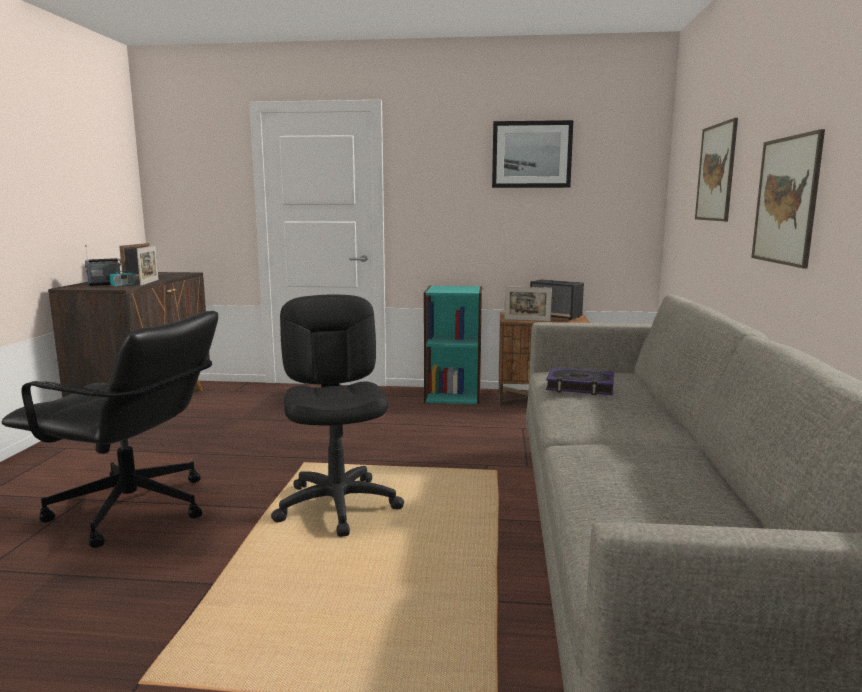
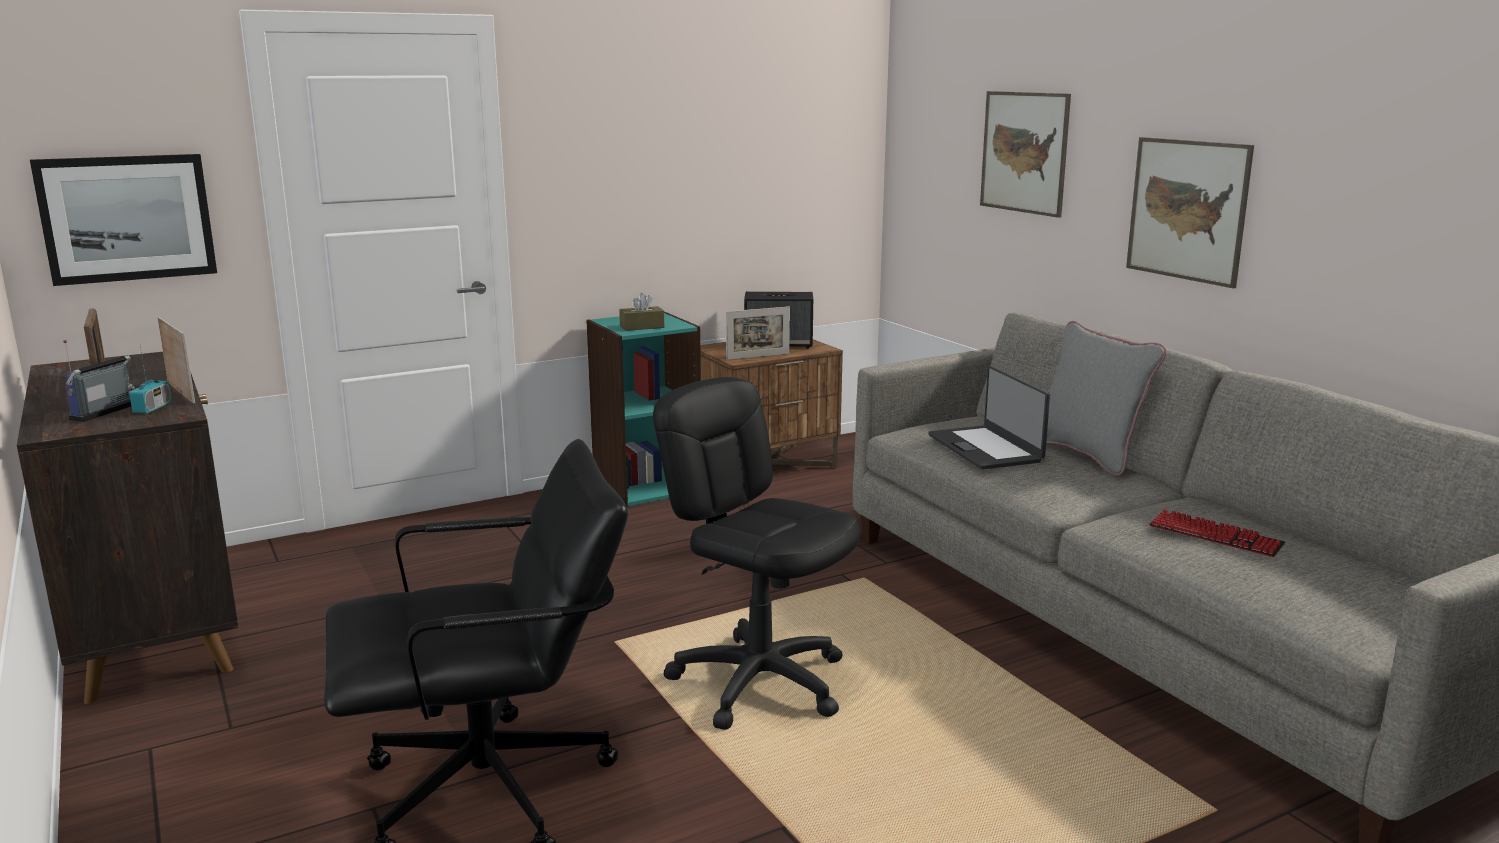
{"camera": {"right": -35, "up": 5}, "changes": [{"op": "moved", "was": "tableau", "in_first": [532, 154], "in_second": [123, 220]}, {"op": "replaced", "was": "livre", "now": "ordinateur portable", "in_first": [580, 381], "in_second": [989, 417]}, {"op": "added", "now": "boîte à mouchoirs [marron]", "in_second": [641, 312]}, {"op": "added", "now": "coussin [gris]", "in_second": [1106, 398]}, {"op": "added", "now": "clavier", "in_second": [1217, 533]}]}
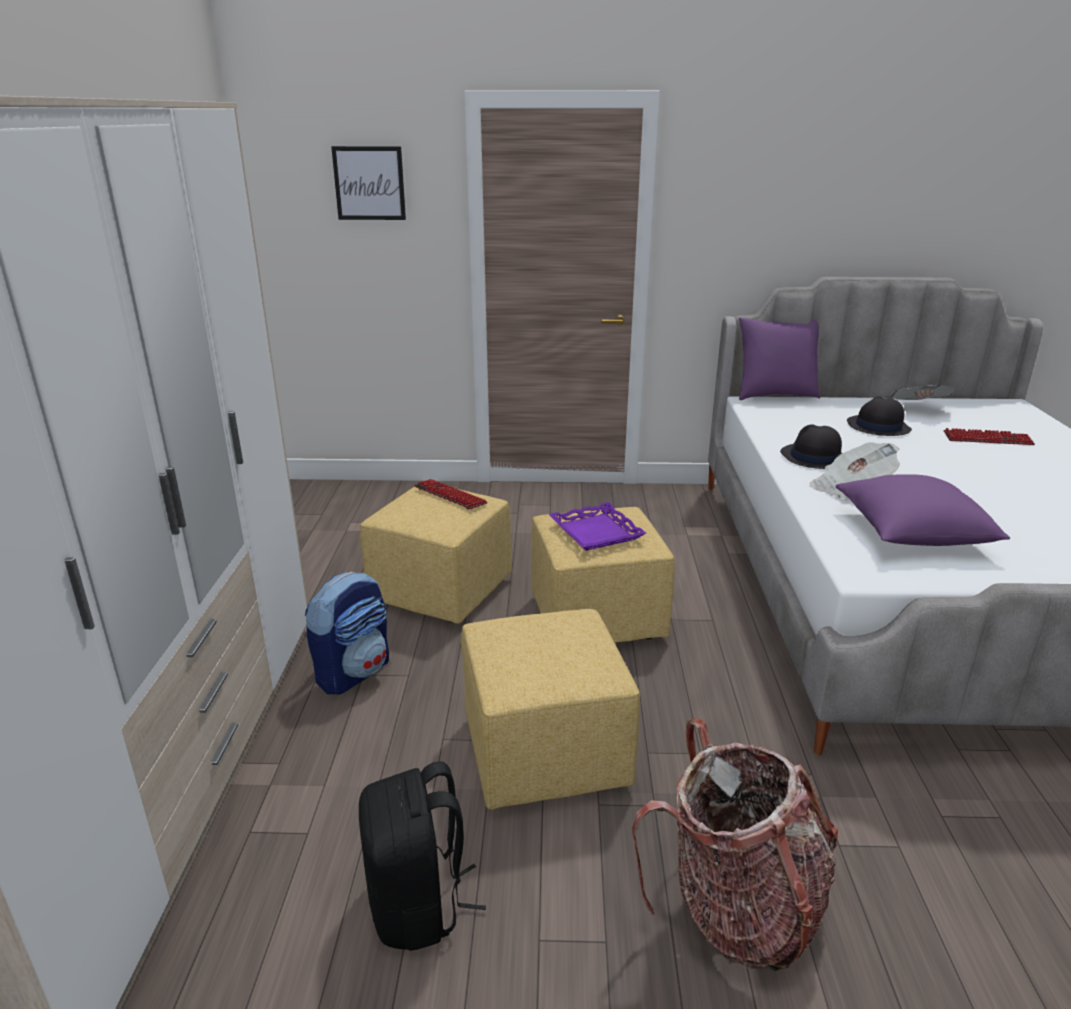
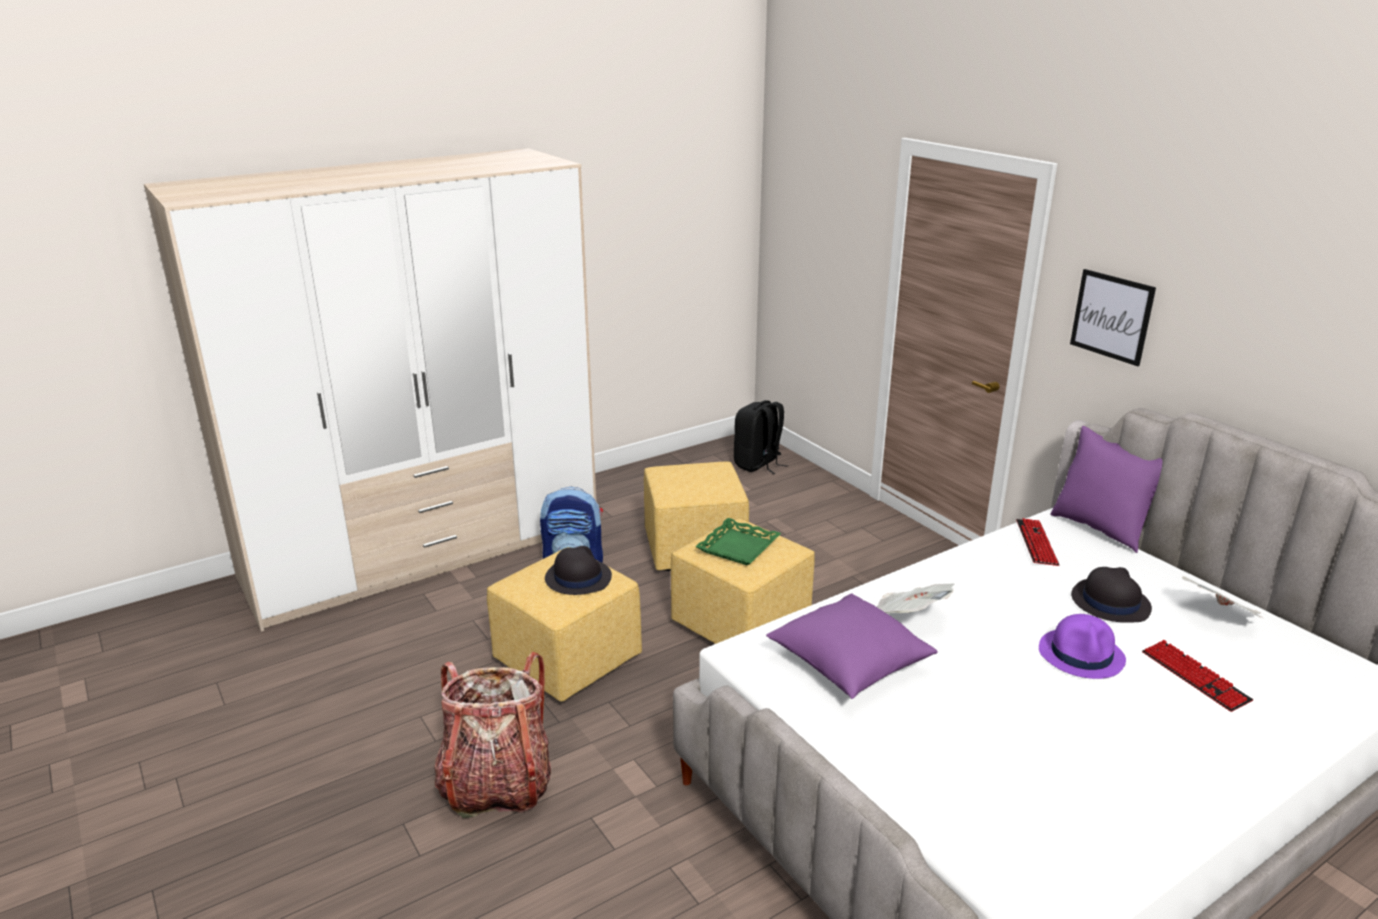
{"camera": {"right": 55, "up": 0}, "changes": [{"op": "moved", "was": "tableau", "in_first": [368, 183], "in_second": [1113, 317]}, {"op": "moved", "was": "sac à dos [noir]", "in_first": [422, 856], "in_second": [761, 437]}, {"op": "moved", "was": "clavier", "in_first": [451, 494], "in_second": [1037, 542]}, {"op": "recoloured", "was": "plateau [violet]", "now": "plateau [vert]", "in_first": [597, 526], "in_second": [738, 542]}, {"op": "moved", "was": "chapeau [noir]", "in_first": [811, 446], "in_second": [578, 570]}, {"op": "added", "now": "chapeau [violet]", "in_second": [1082, 646]}]}
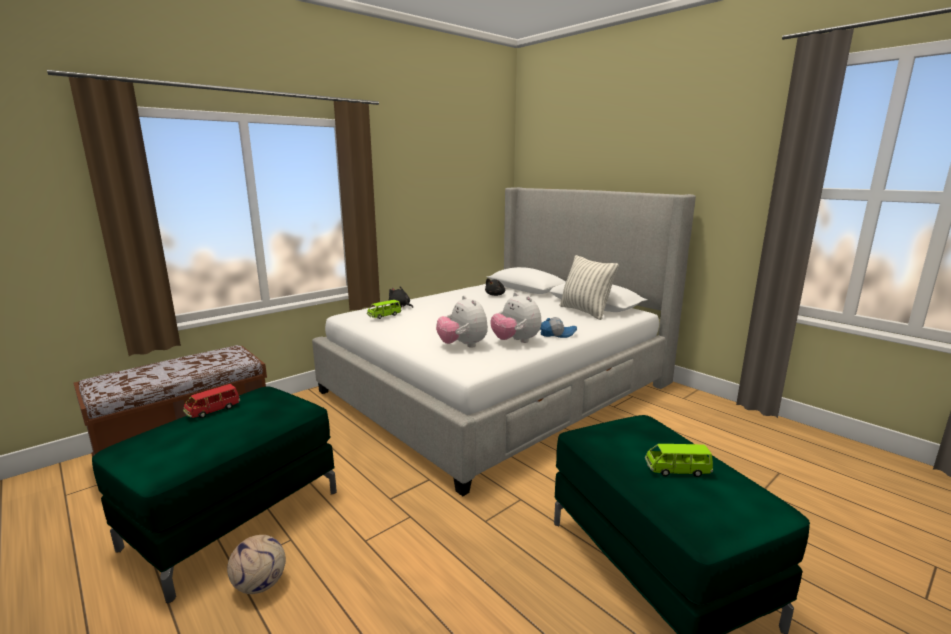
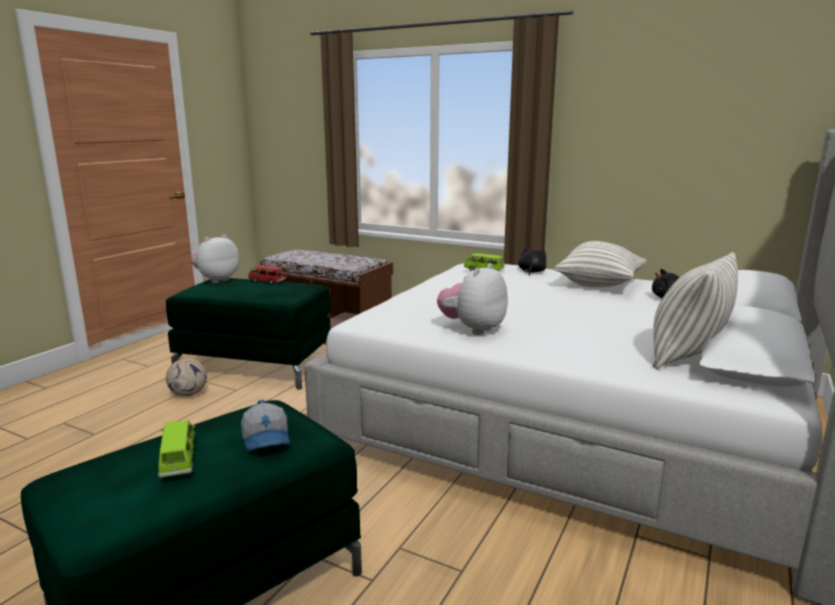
{"camera": {"right": 70, "up": 0}, "changes": [{"op": "moved", "was": "peluche", "in_first": [462, 321], "in_second": [215, 258]}, {"op": "moved", "was": "casquette", "in_first": [558, 327], "in_second": [265, 426]}, {"op": "added", "now": "coussin", "in_second": [600, 264]}]}
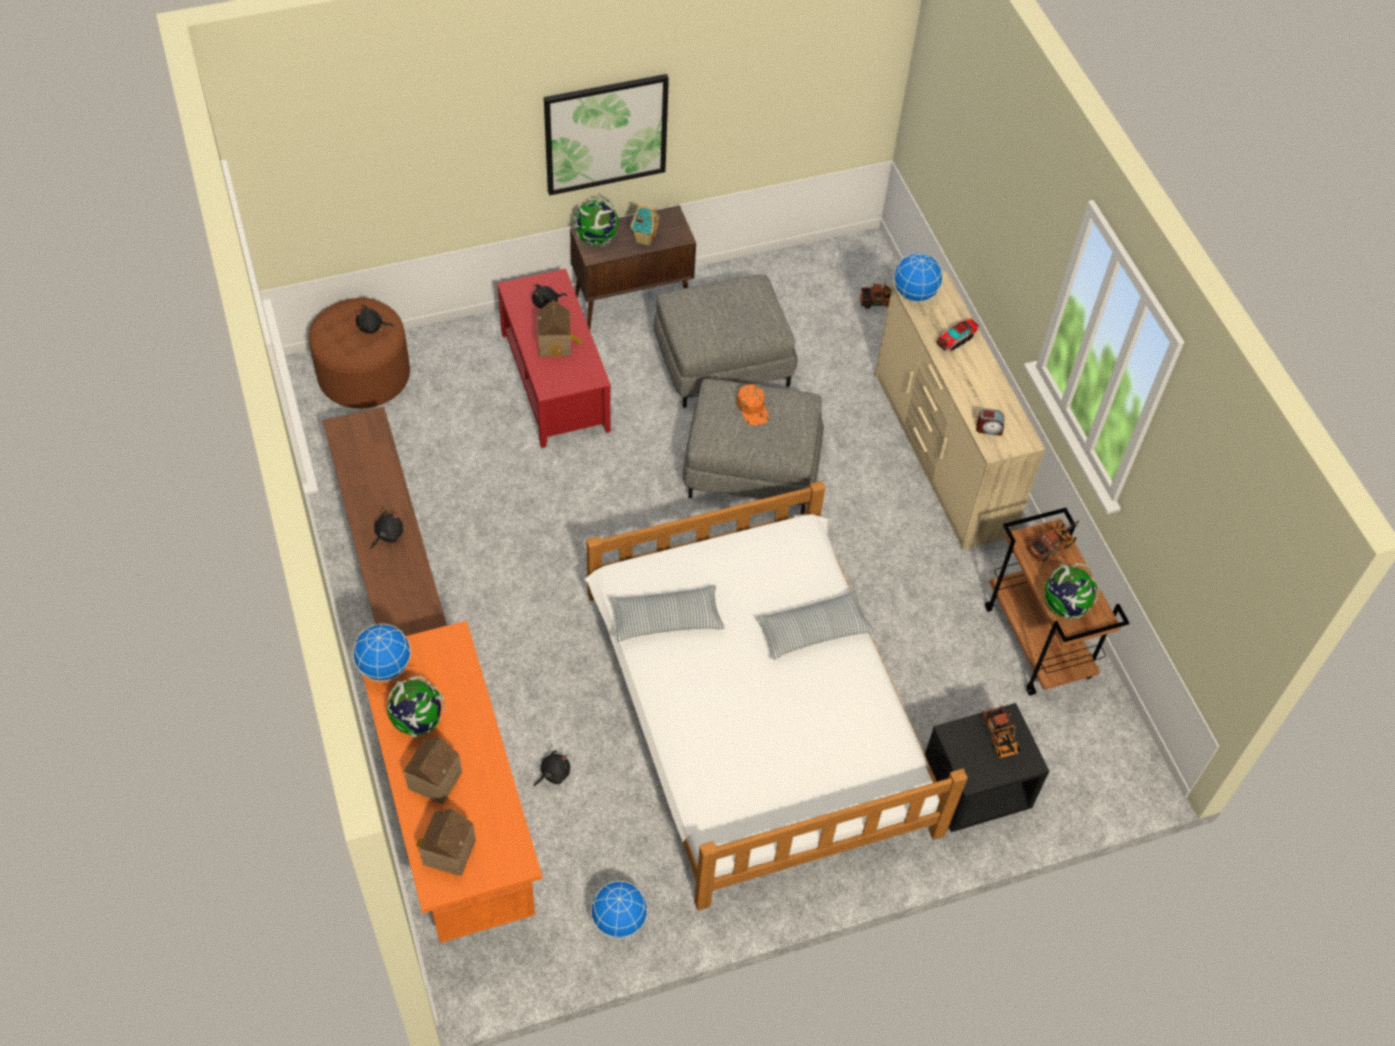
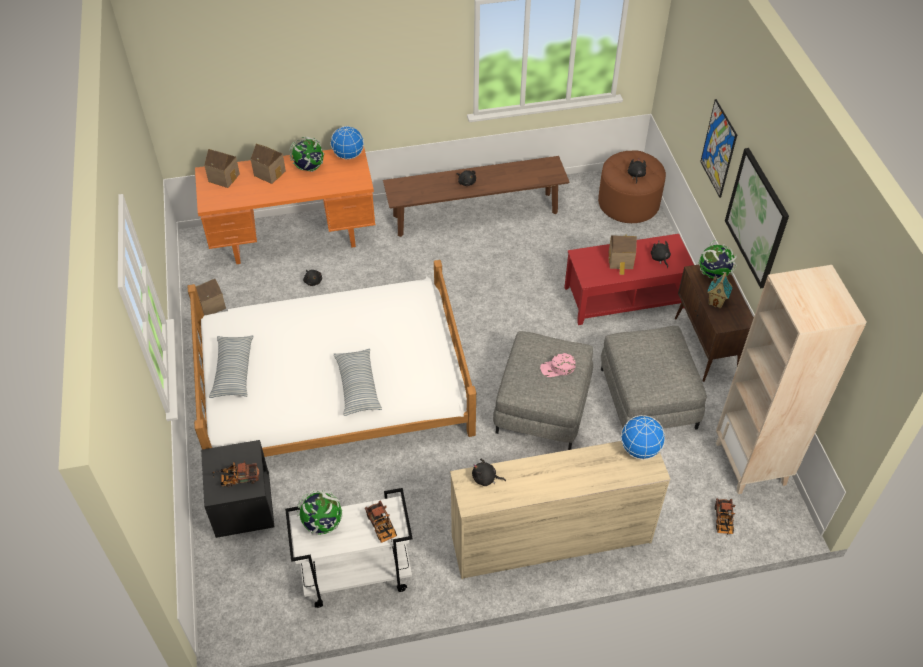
{"camera": {"right": 100, "up": -5}, "changes": [{"op": "replaced", "was": "globe", "now": "maison miniature", "in_first": [619, 910], "in_second": [211, 297]}, {"op": "moved", "was": "coussin", "in_first": [667, 613], "in_second": [231, 366]}, {"op": "recoloured", "was": "casquette [orange]", "now": "casquette [rose]", "in_first": [753, 404], "in_second": [558, 365]}, {"op": "removed", "was": "camion jouet", "in_first": [957, 335]}, {"op": "replaced", "was": "réveil", "now": "peluche [noir]", "in_first": [990, 422], "in_second": [489, 472]}, {"op": "recoloured", "was": "chariot [marron]", "now": "chariot [blanc]", "in_first": [1057, 601], "in_second": [349, 548]}, {"op": "added", "now": "tableau", "in_second": [718, 148]}, {"op": "added", "now": "bibliothèque [beige]", "in_second": [791, 379]}]}
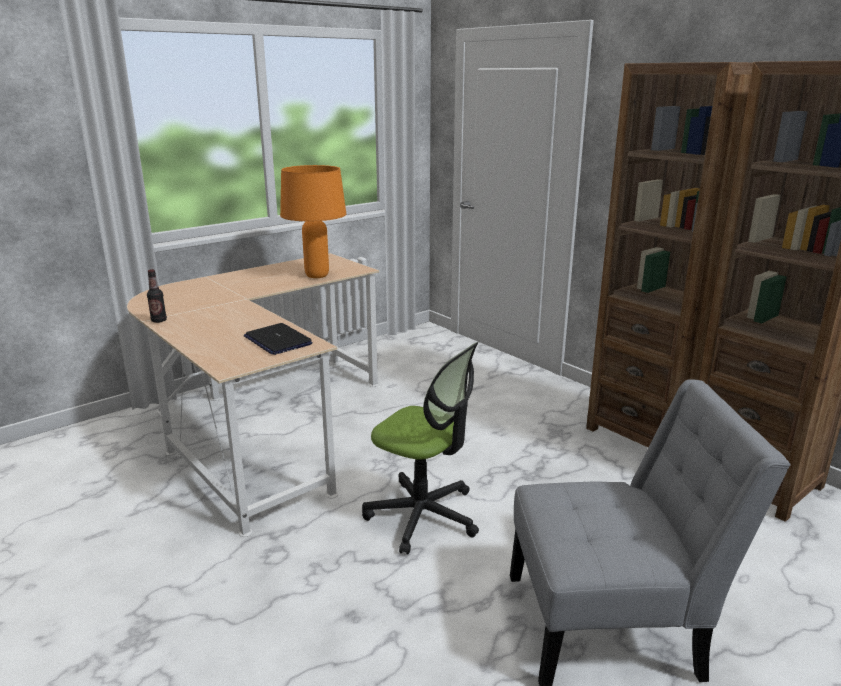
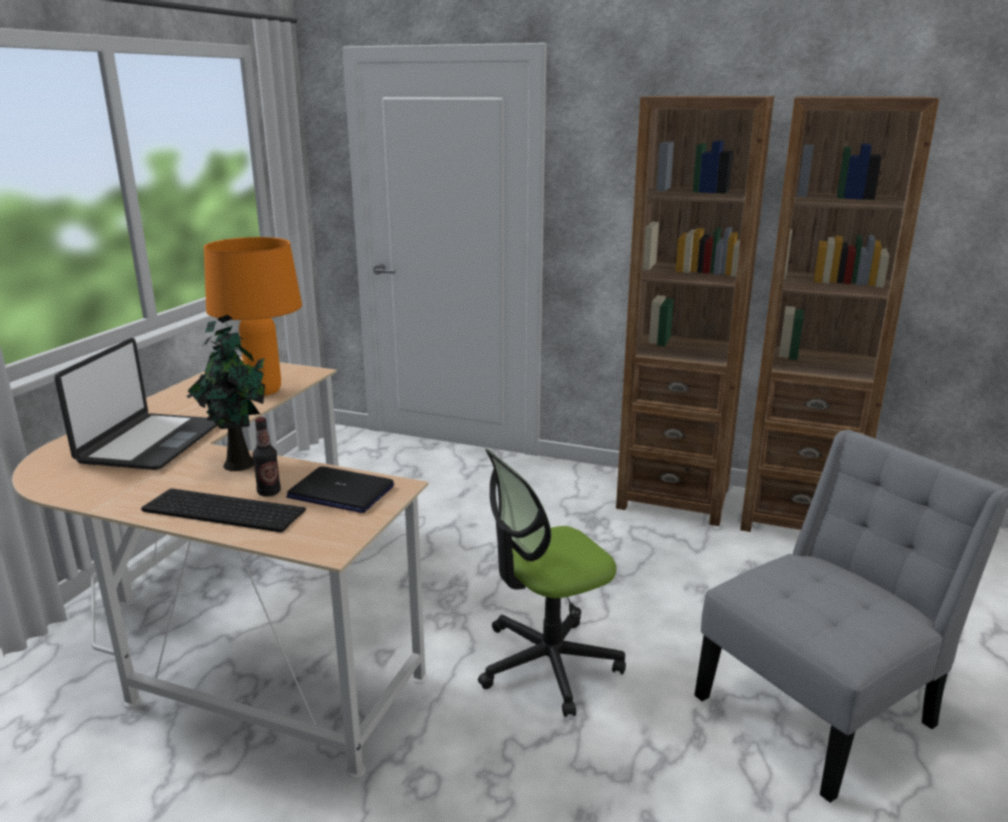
{"camera": {"right": -30, "up": 0}, "changes": [{"op": "moved", "was": "bouteille", "in_first": [157, 296], "in_second": [266, 457]}, {"op": "turned", "was": "chaise de bureau", "in_first": [420, 448], "in_second": [552, 583], "clockwise": 150}, {"op": "added", "now": "ordinateur portable", "in_second": [136, 404]}, {"op": "added", "now": "clavier", "in_second": [223, 510]}, {"op": "added", "now": "plante en pot", "in_second": [226, 393]}]}
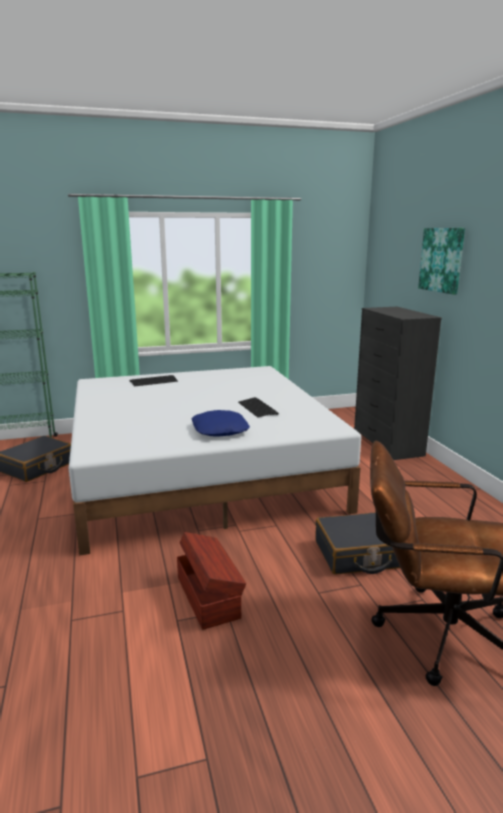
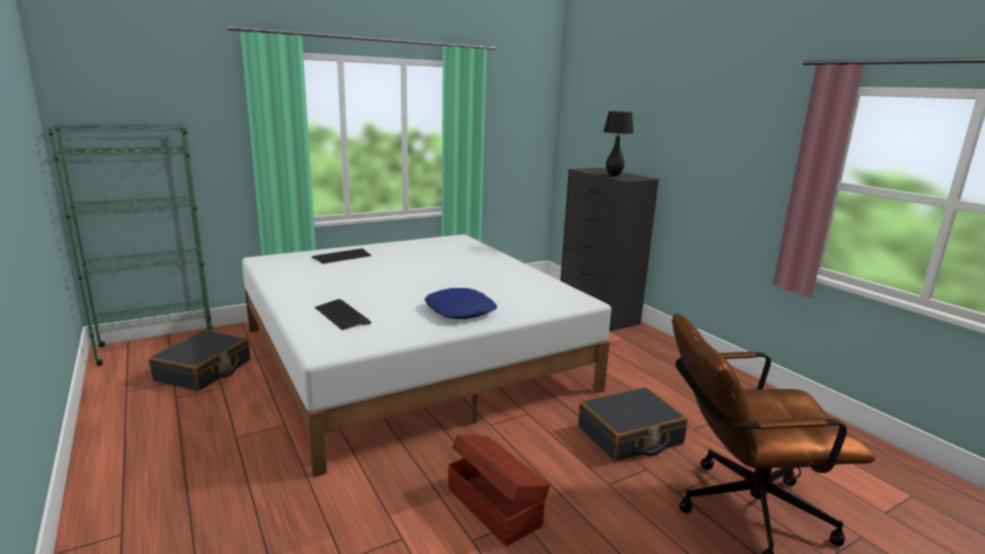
{"camera": {"right": -15, "up": 0}, "changes": [{"op": "moved", "was": "clavier", "in_first": [258, 407], "in_second": [343, 314]}, {"op": "removed", "was": "tableau", "in_first": [441, 261]}, {"op": "added", "now": "lampe de table [noir]", "in_second": [618, 143]}]}
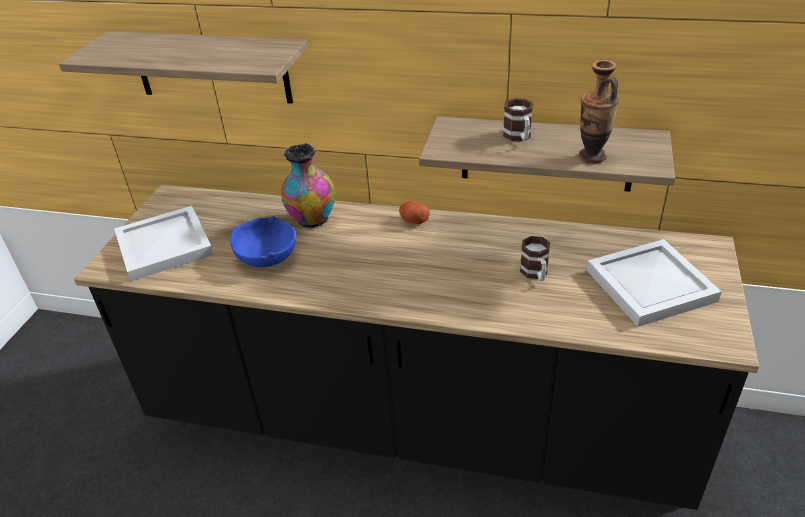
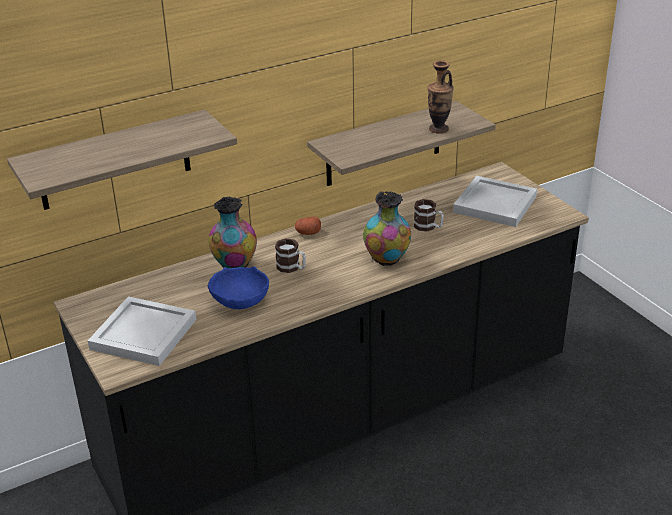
{"camera": {"right": -45, "up": -5}, "changes": [{"op": "moved", "was": "mug", "in_first": [518, 119], "in_second": [290, 256]}, {"op": "added", "now": "vase", "in_second": [387, 228]}]}
